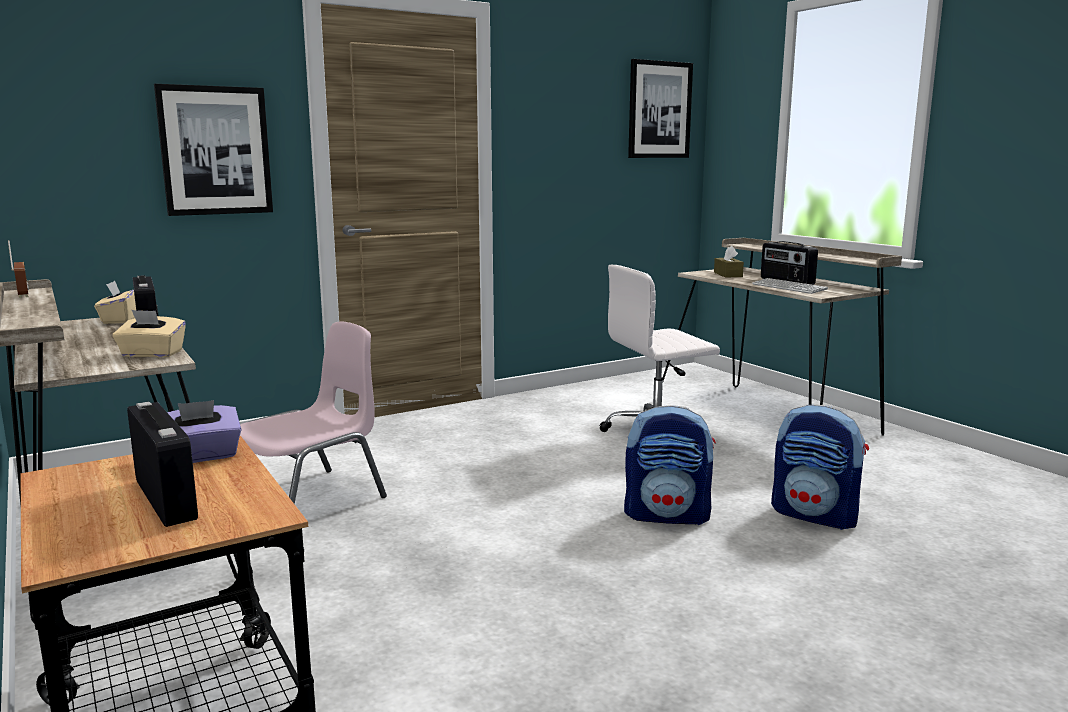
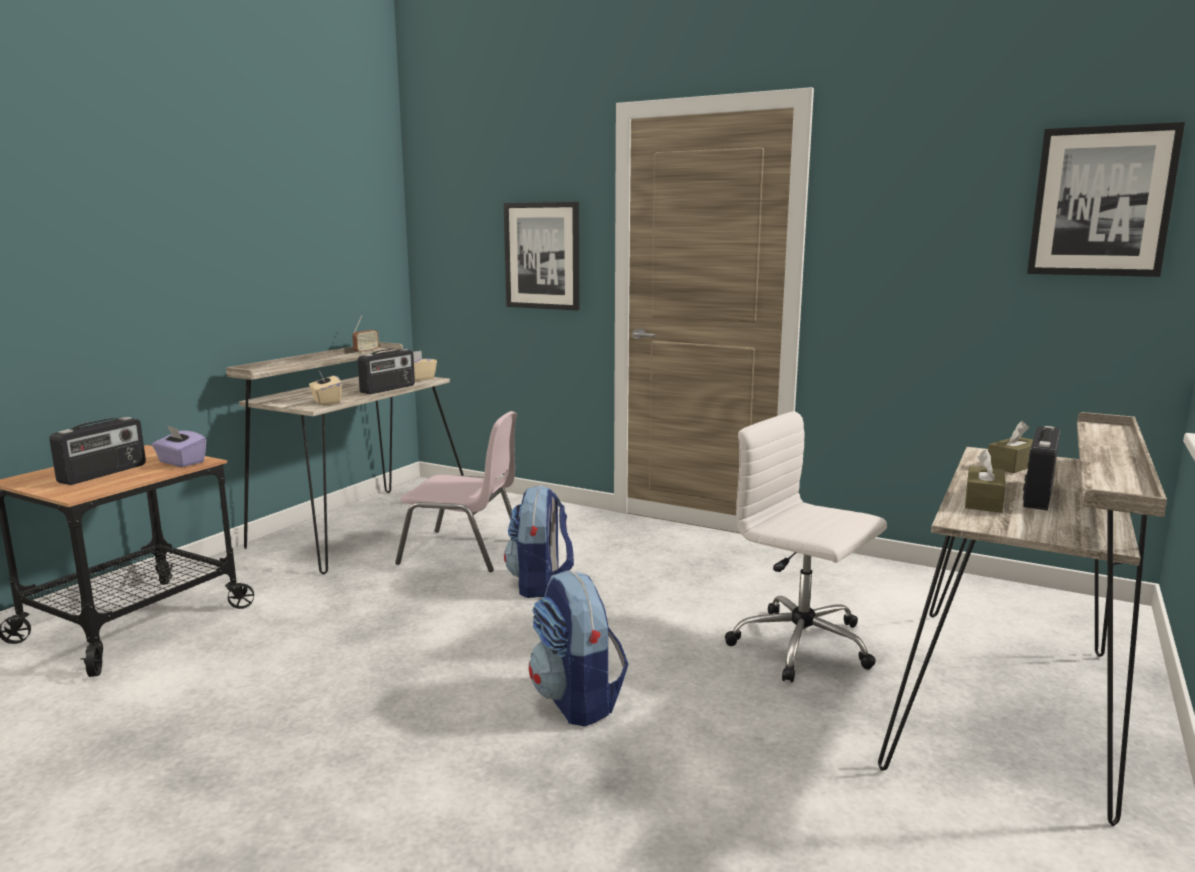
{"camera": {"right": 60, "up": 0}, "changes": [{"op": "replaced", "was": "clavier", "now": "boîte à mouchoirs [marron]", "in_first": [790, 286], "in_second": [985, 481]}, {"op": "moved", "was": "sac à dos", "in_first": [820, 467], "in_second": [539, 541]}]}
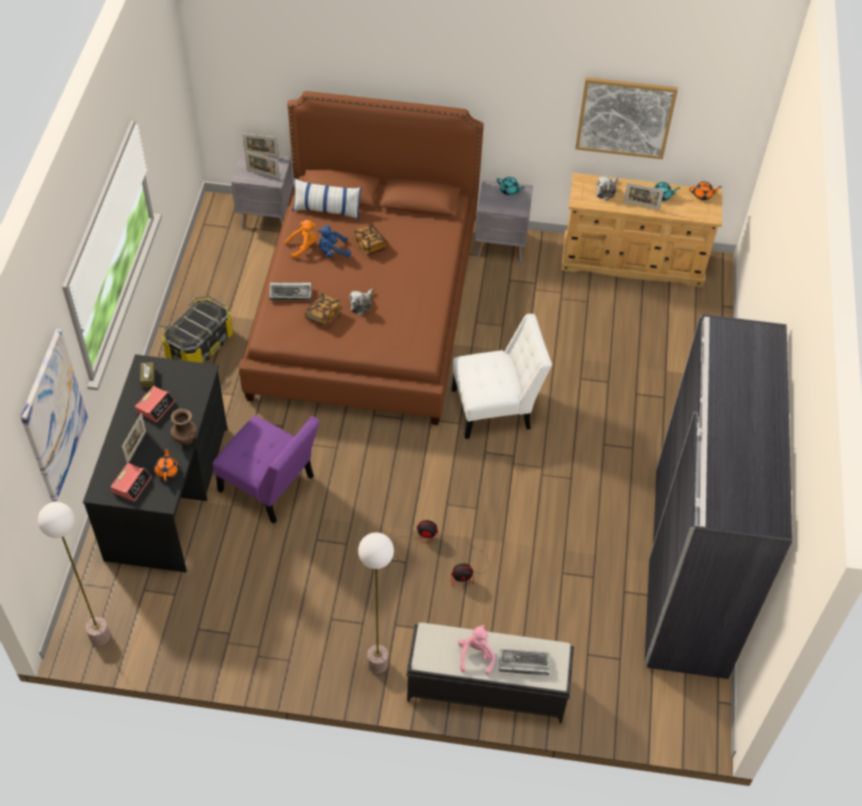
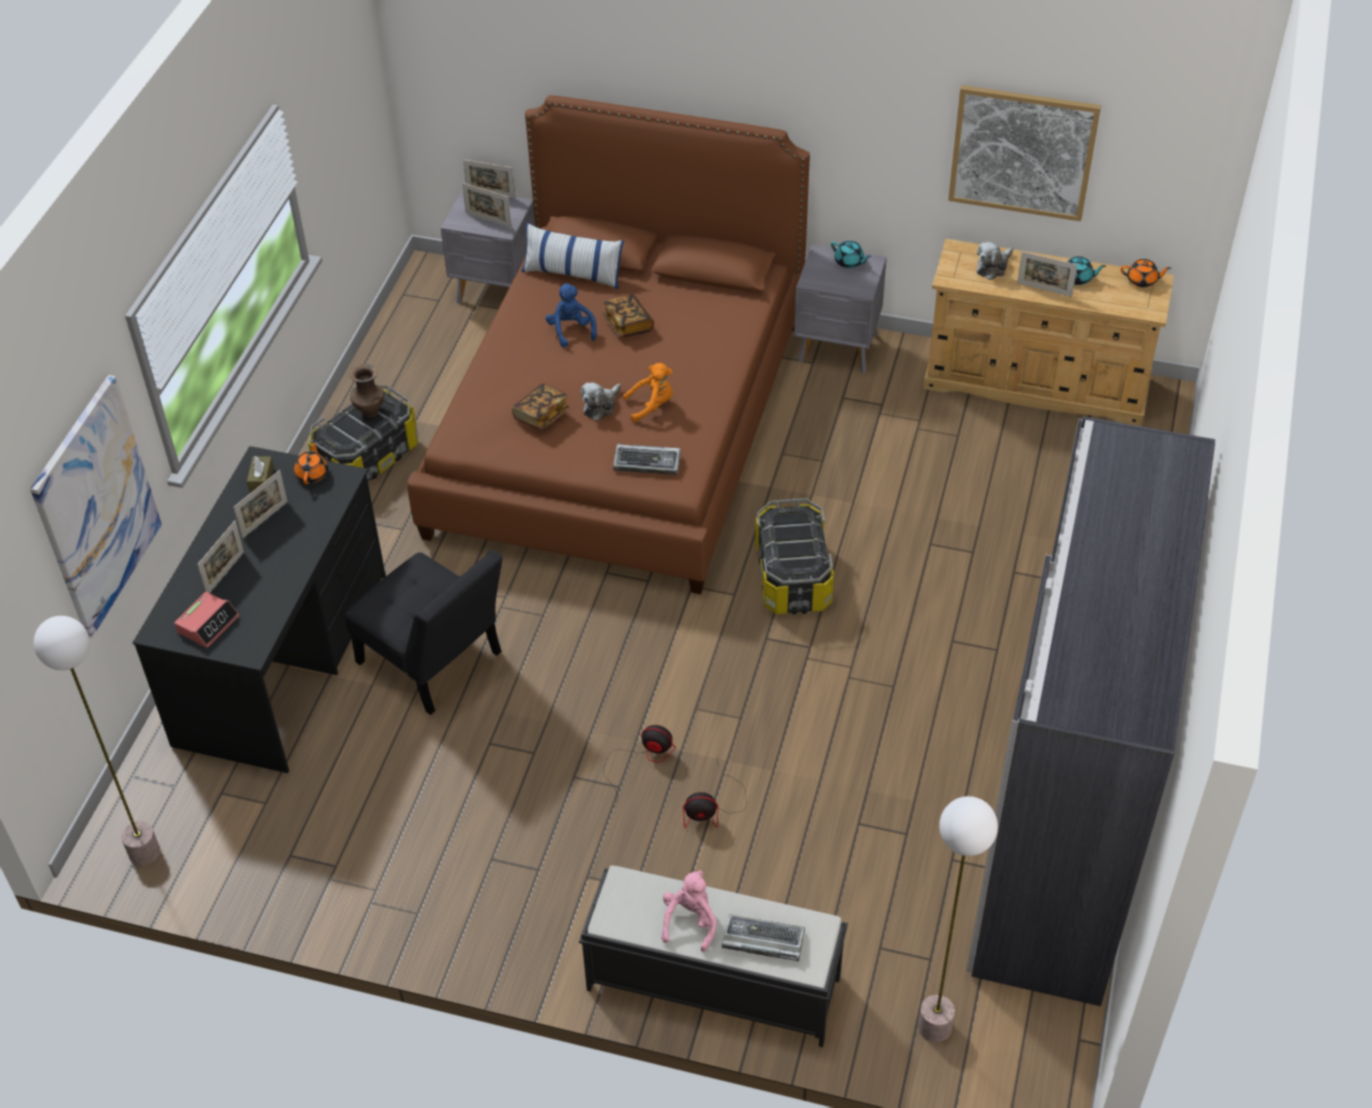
{"camera": {"right": 10, "up": -5}, "changes": [{"op": "replaced", "was": "réveil", "now": "cadre photo", "in_first": [155, 404], "in_second": [261, 504]}, {"op": "moved", "was": "théière [orange]", "in_first": [167, 463], "in_second": [311, 462]}, {"op": "moved", "was": "vase [marron]", "in_first": [183, 427], "in_second": [367, 390]}, {"op": "recoloured", "was": "chaise [violet]", "now": "chaise [noir]", "in_first": [266, 470], "in_second": [424, 632]}, {"op": "moved", "was": "clavier", "in_first": [290, 291], "in_second": [647, 459]}, {"op": "moved", "was": "peluche [orange]", "in_first": [301, 239], "in_second": [648, 392]}, {"op": "turned", "was": "peluche [bleu]", "in_first": [334, 242], "in_second": [571, 315], "clockwise": 75}, {"op": "moved", "was": "lampadaire", "in_first": [376, 603], "in_second": [958, 919]}, {"op": "replaced", "was": "chaise [blanc]", "now": "boîte de rangement", "in_first": [501, 376], "in_second": [794, 556]}]}
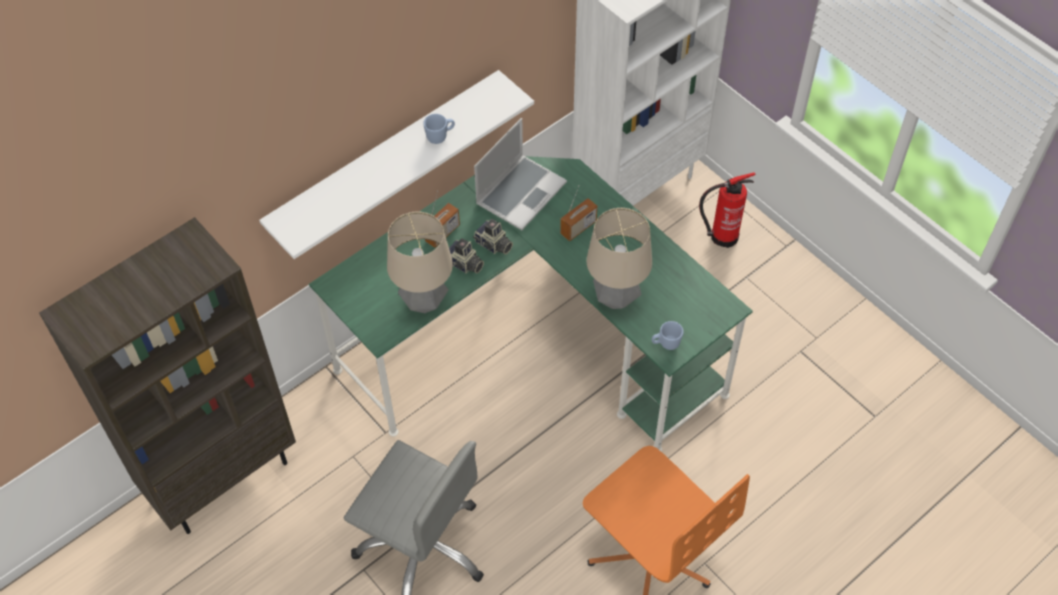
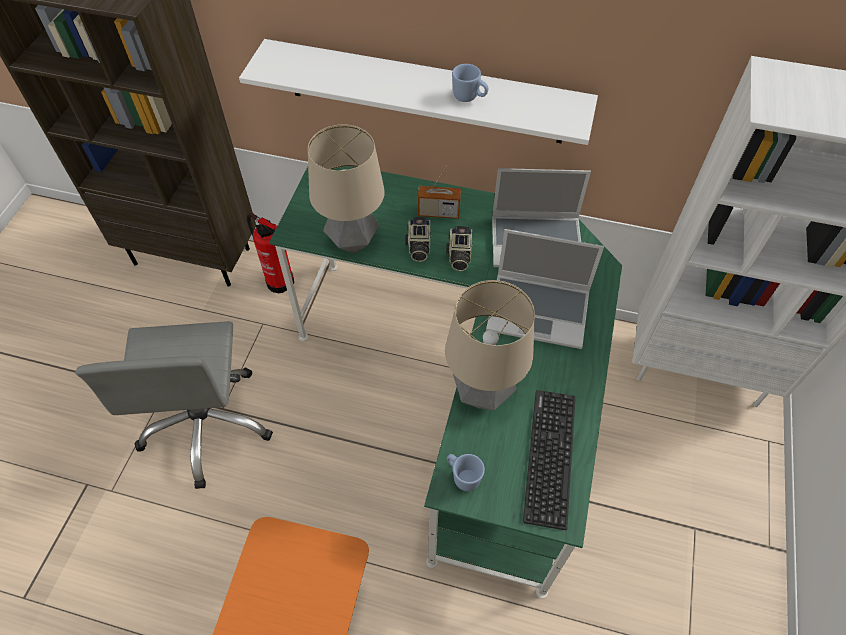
{"camera": {"right": 55, "up": 0}, "changes": [{"op": "replaced", "was": "radio", "now": "ordinateur portable", "in_first": [578, 213], "in_second": [545, 289]}, {"op": "moved", "was": "extincteur", "in_first": [727, 210], "in_second": [270, 253]}, {"op": "added", "now": "clavier", "in_second": [549, 460]}]}
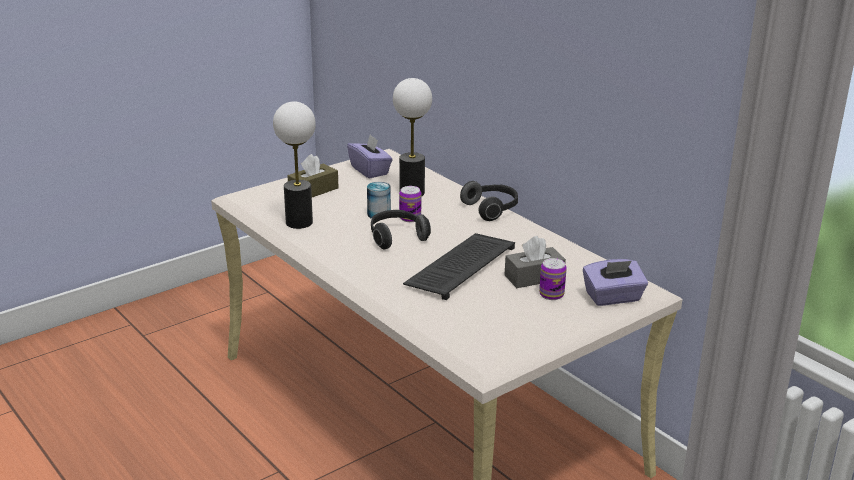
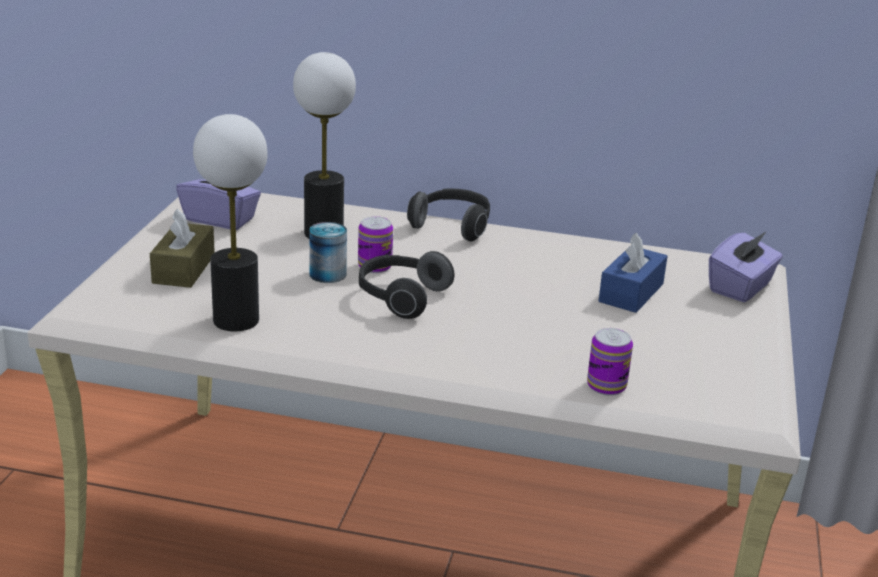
{"camera": {"right": -40, "up": 0}, "changes": [{"op": "removed", "was": "clavier", "in_first": [459, 266]}, {"op": "recoloured", "was": "boîte à mouchoirs [gris]", "now": "boîte à mouchoirs [bleu]", "in_first": [535, 262], "in_second": [633, 273]}, {"op": "moved", "was": "boîte métallique", "in_first": [553, 279], "in_second": [610, 362]}]}
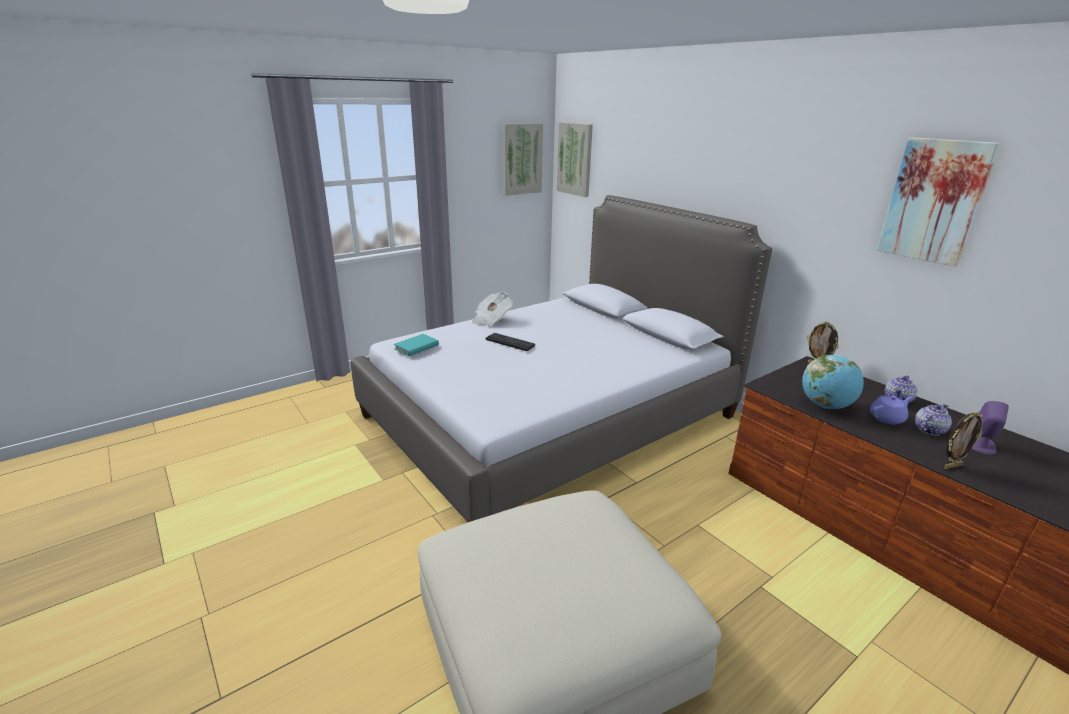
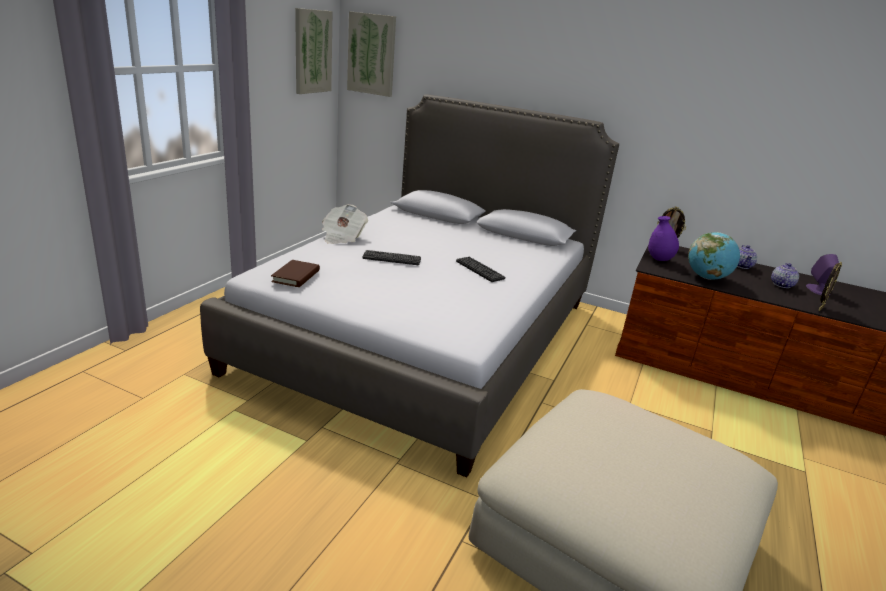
{"camera": {"right": -30, "up": 0}, "changes": [{"op": "recoloured", "was": "livre [turquoise]", "now": "livre [marron]", "in_first": [416, 345], "in_second": [295, 273]}, {"op": "removed", "was": "théière [violet]", "in_first": [891, 410]}, {"op": "removed", "was": "tableau", "in_first": [938, 202]}, {"op": "added", "now": "clavier", "in_second": [480, 269]}, {"op": "added", "now": "vase [violet]", "in_second": [663, 238]}]}
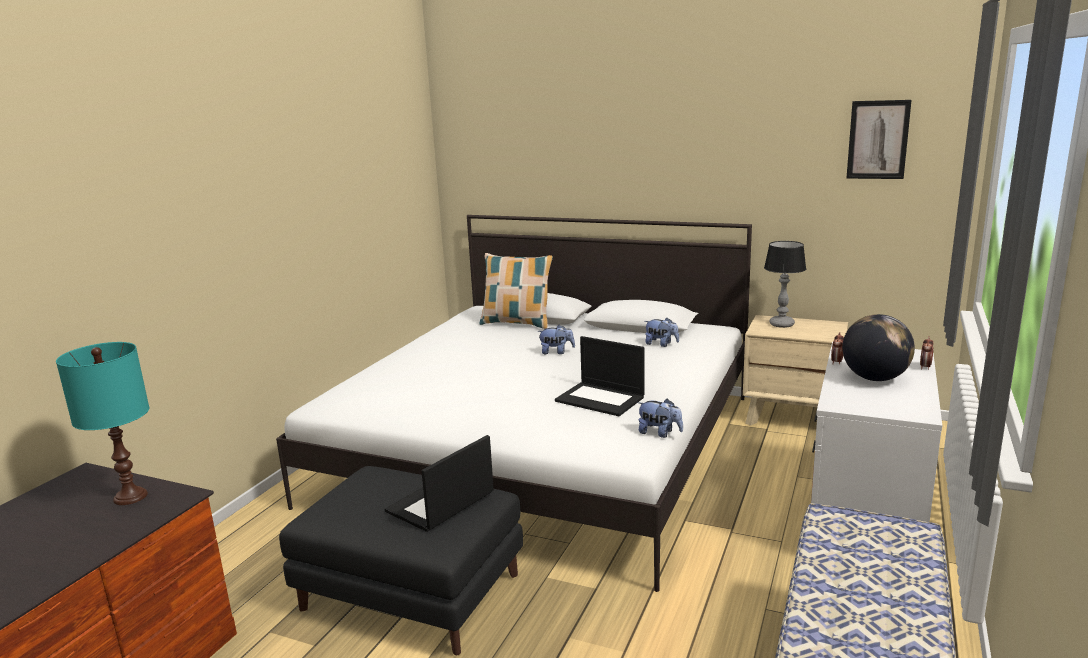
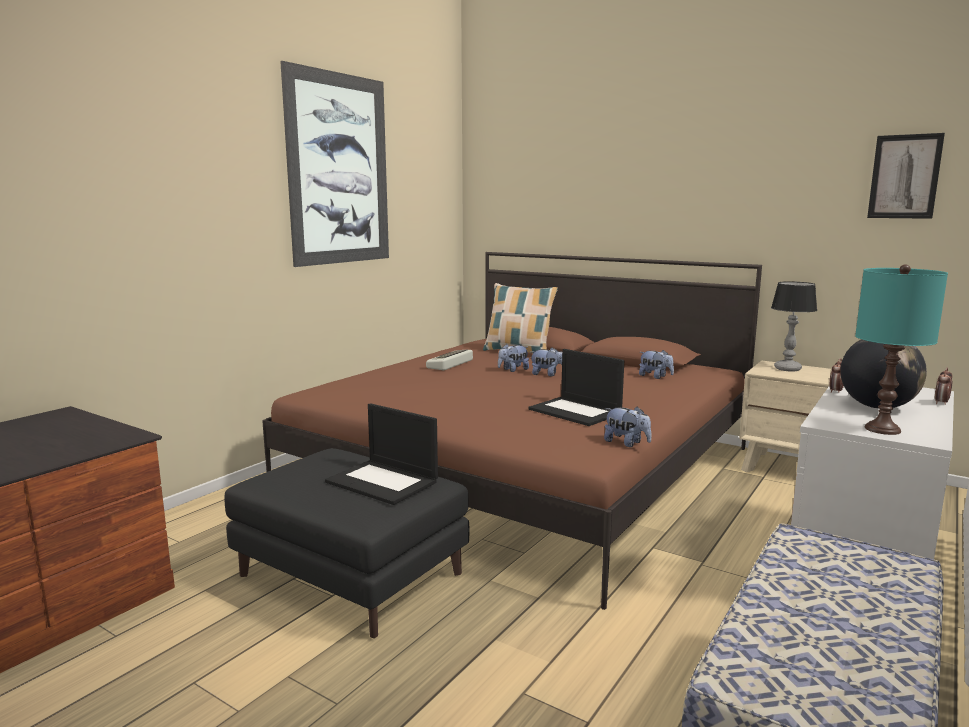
{"camera": {"right": 10, "up": -5}, "changes": [{"op": "moved", "was": "lampe de table [turquoise]", "in_first": [102, 423], "in_second": [901, 349]}, {"op": "recoloured", "was": "lit [blanc]", "now": "lit [marron]", "in_first": [514, 403], "in_second": [512, 431]}, {"op": "turned", "was": "ordinateur portable", "in_first": [439, 483], "in_second": [381, 454], "clockwise": -105}, {"op": "added", "now": "tableau", "in_second": [334, 164]}, {"op": "added", "now": "clavier", "in_second": [449, 359]}, {"op": "added", "now": "peluche", "in_second": [513, 358]}]}
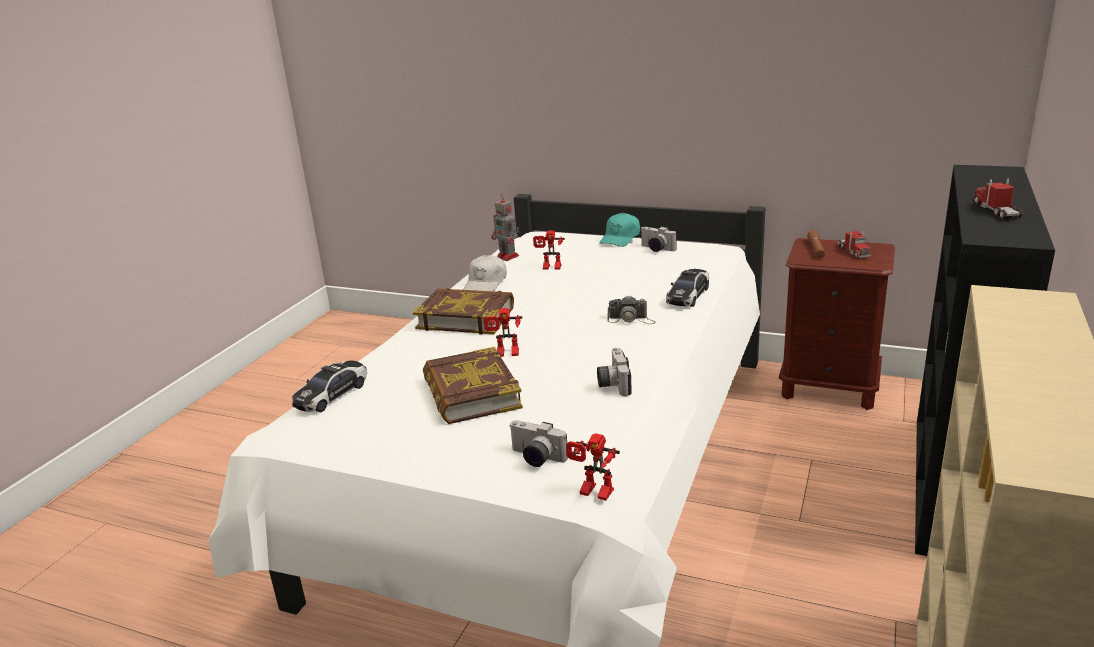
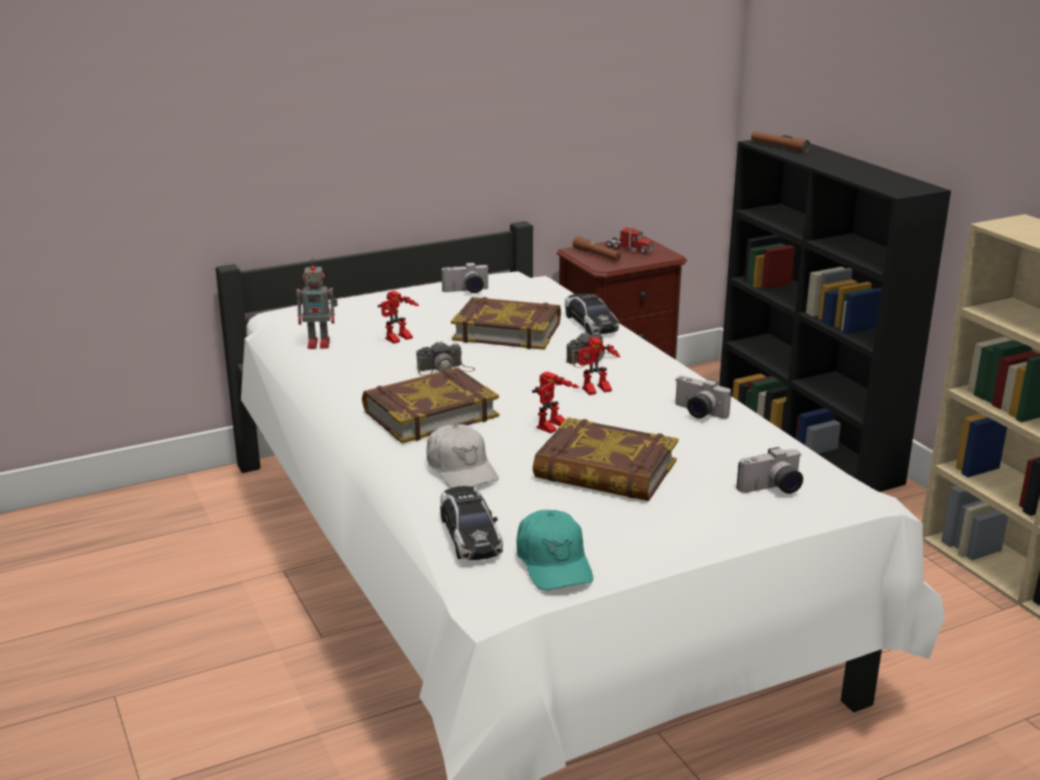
{"camera": {"right": -50, "up": 0}, "changes": [{"op": "moved", "was": "casquette [blanc]", "in_first": [485, 273], "in_second": [462, 456]}, {"op": "moved", "was": "robot jouet", "in_first": [593, 467], "in_second": [598, 366]}, {"op": "moved", "was": "casquette [turquoise]", "in_first": [619, 230], "in_second": [554, 550]}, {"op": "removed", "was": "camion jouet", "in_first": [998, 199]}, {"op": "added", "now": "appareil photo", "in_second": [445, 358]}, {"op": "added", "now": "livre", "in_second": [506, 323]}, {"op": "added", "now": "lampe de poche [marron]", "in_second": [780, 142]}]}
